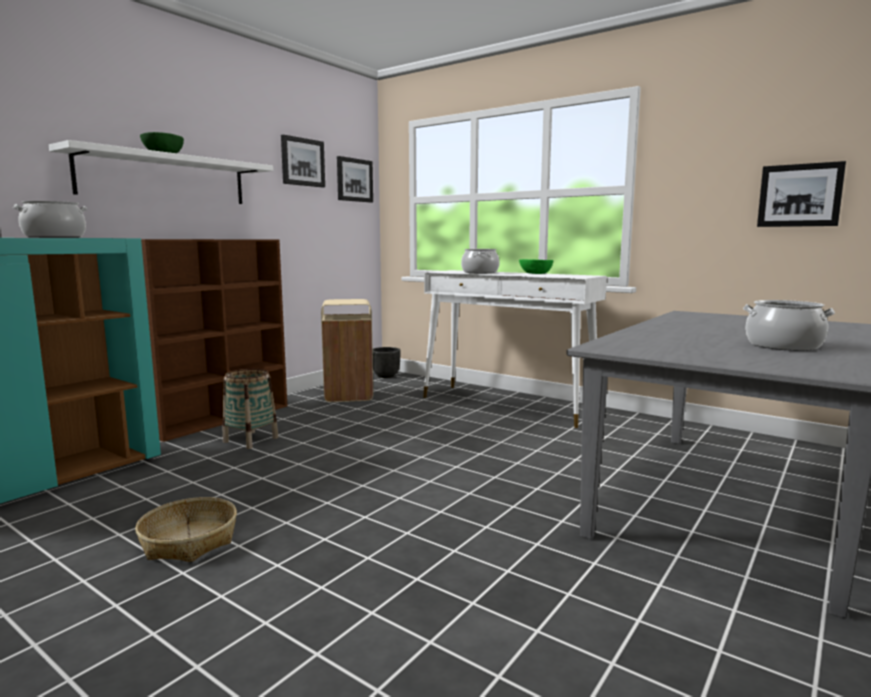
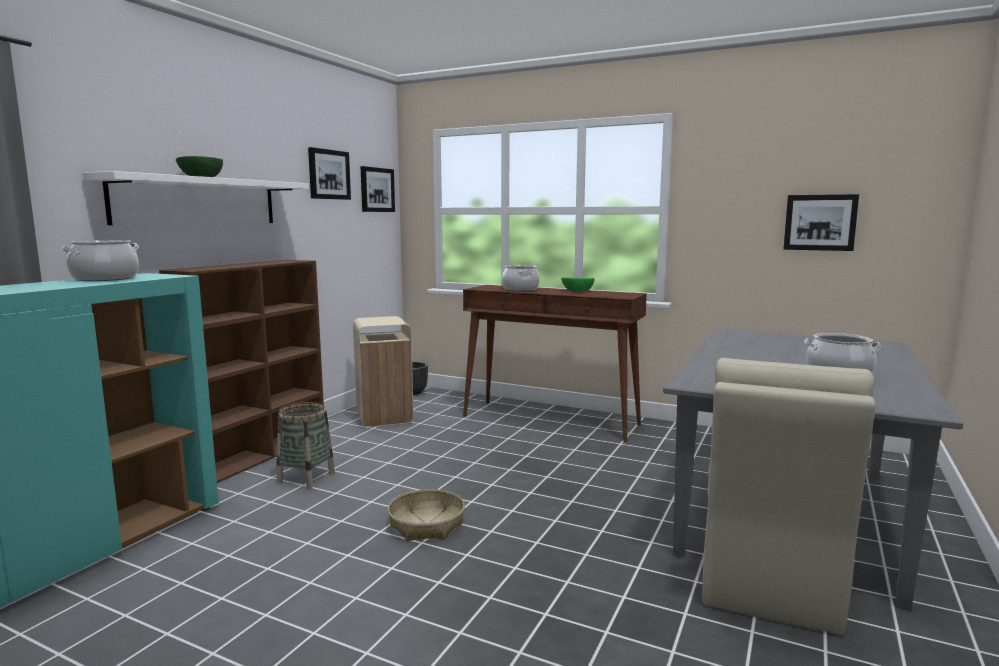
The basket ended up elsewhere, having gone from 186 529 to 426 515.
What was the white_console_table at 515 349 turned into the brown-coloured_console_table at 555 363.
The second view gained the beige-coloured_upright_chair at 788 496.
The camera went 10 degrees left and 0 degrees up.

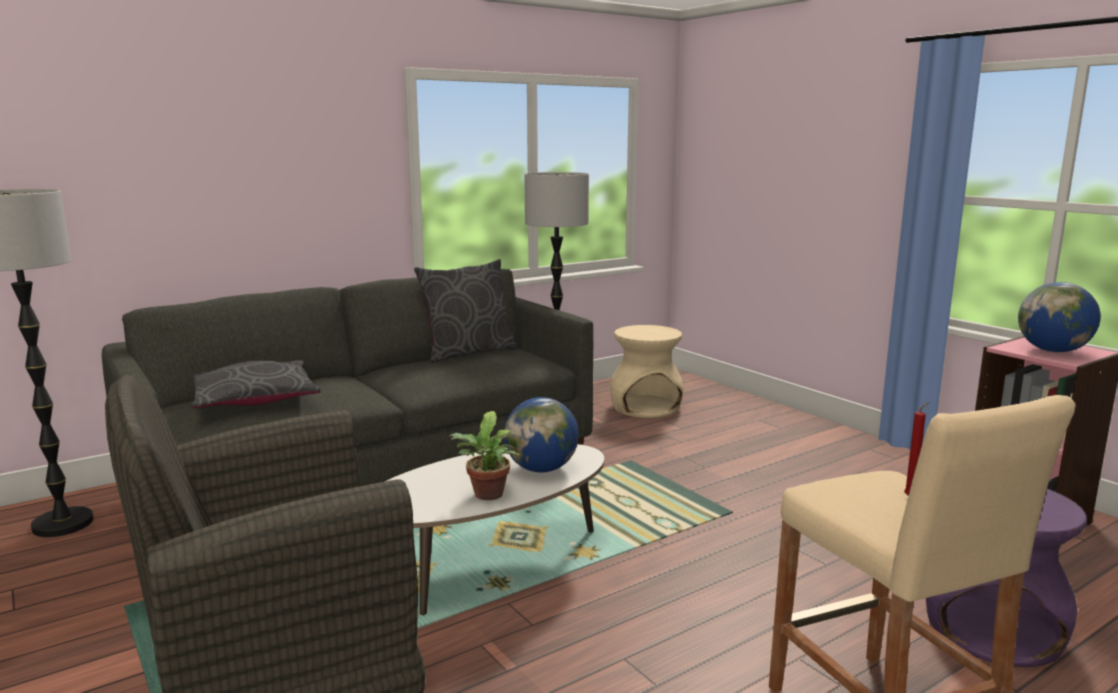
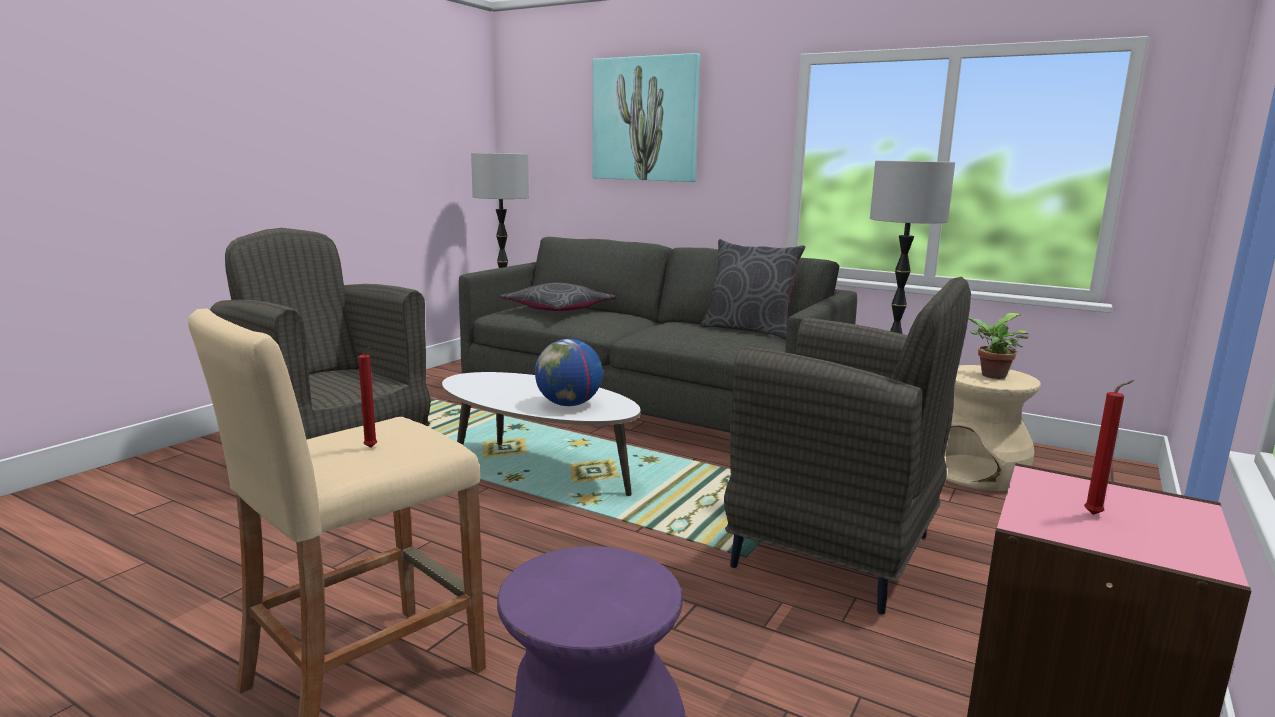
The second view gained the wall_picture at 646 117.
The second view gained the grey_lounge_chair at 847 446.
The plant_in_a_pot ended up elsewhere, having gone from 485 455 to 998 346.
Where the desk_globe stood at 1059 317, the red-coloured_wax_light came to stand at 1109 447.
The camera went 65 degrees right and 0 degrees up.

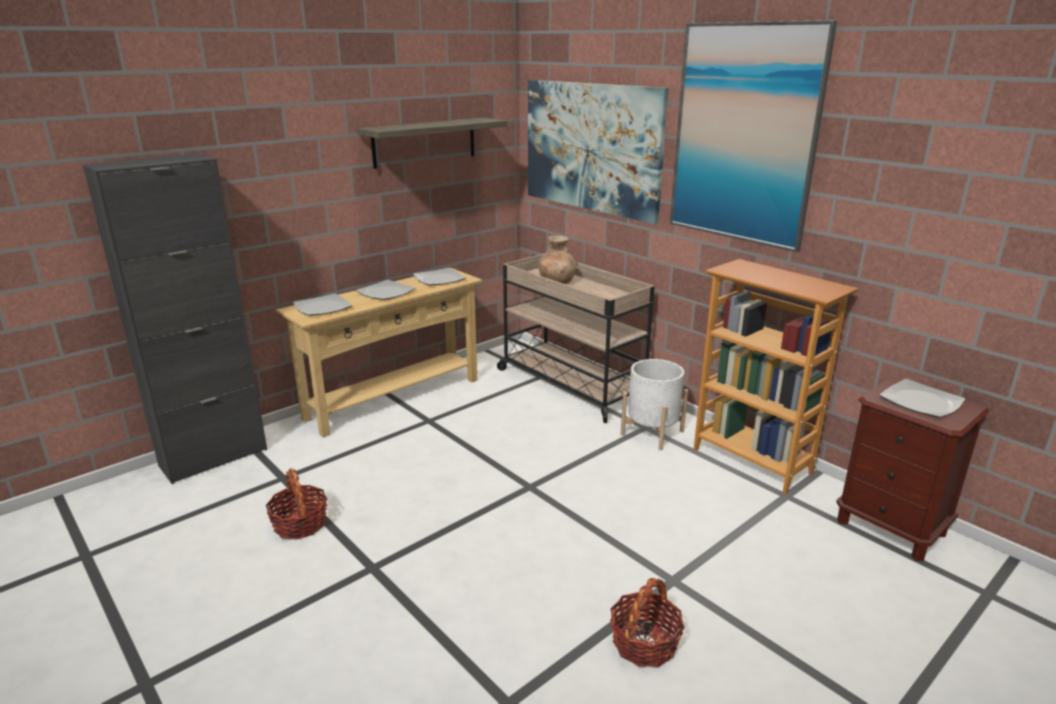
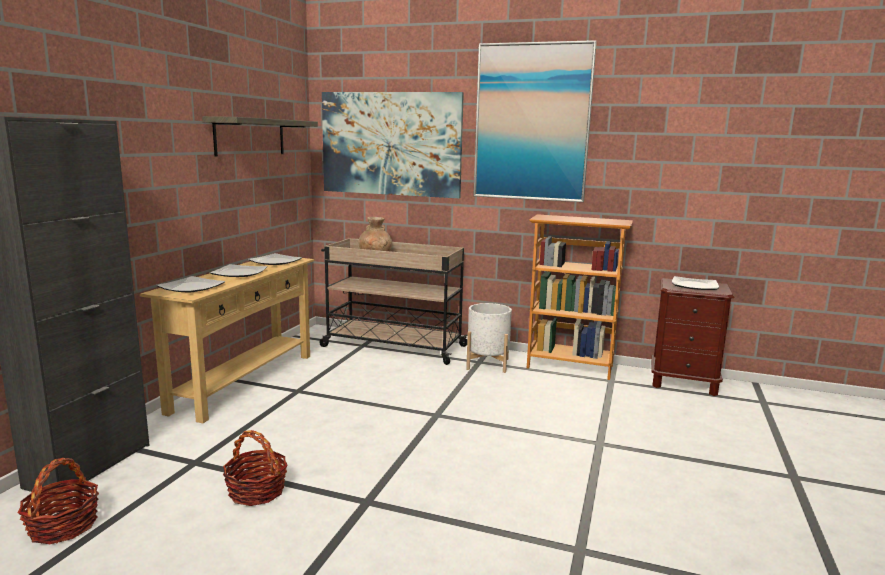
The basket ended up elsewhere, having gone from 647 622 to 58 501.
The camera went 30 degrees left and 10 degrees down.

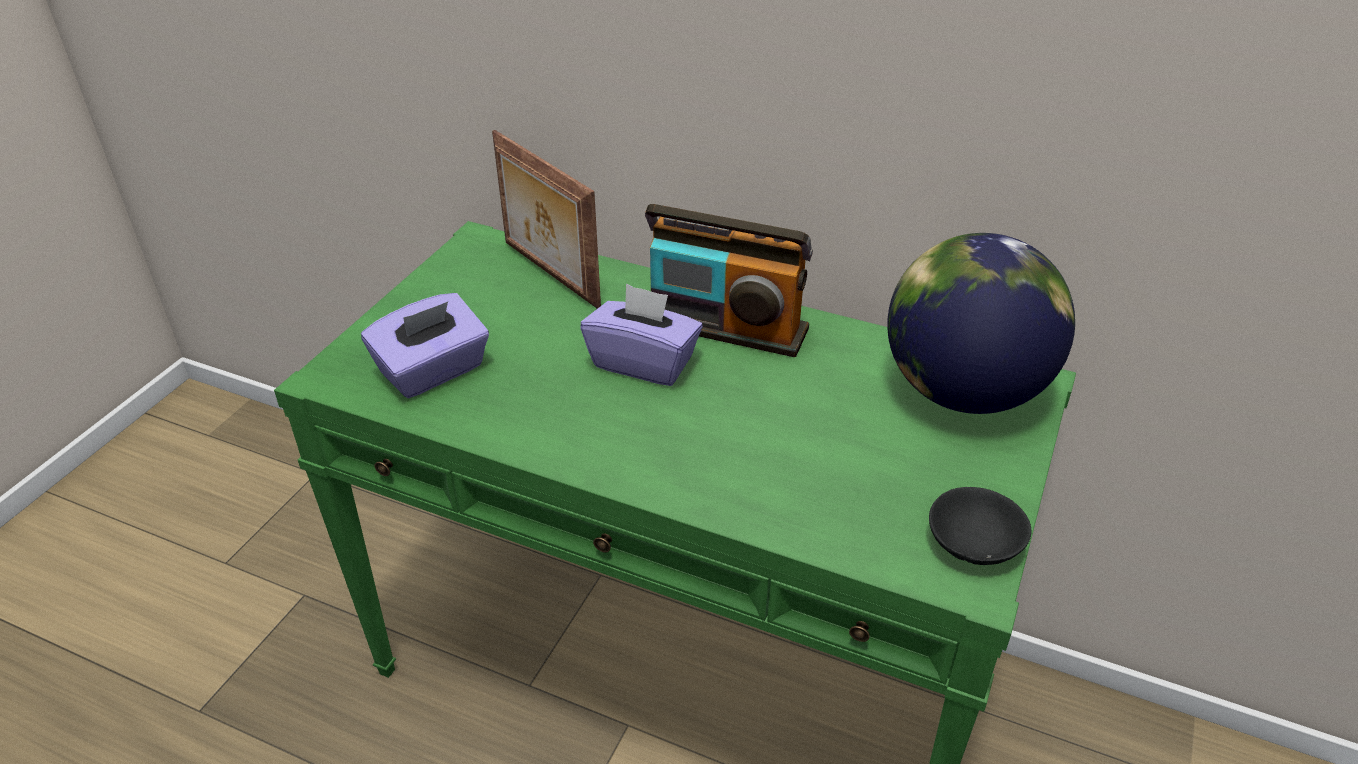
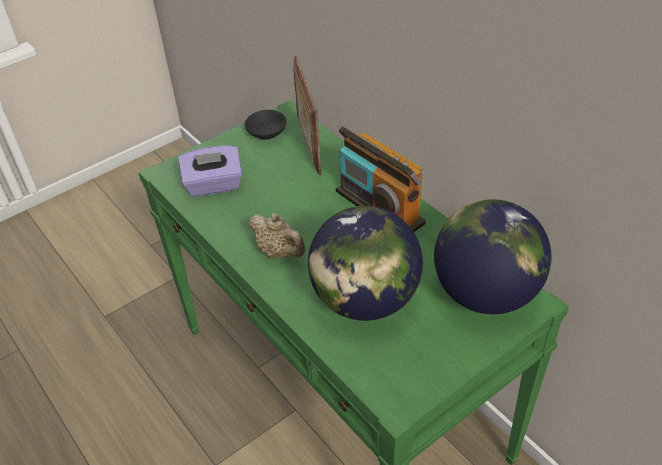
The black_deep_dish ended up elsewhere, having gone from 980 526 to 265 125.
The second view gained the beige-coloured_pot_for_tea at 276 235.
The second view gained the desk_globe at 365 263.
The second view lost the purplish_tissue_box at 642 335.
The camera went 30 degrees right and 5 degrees up.

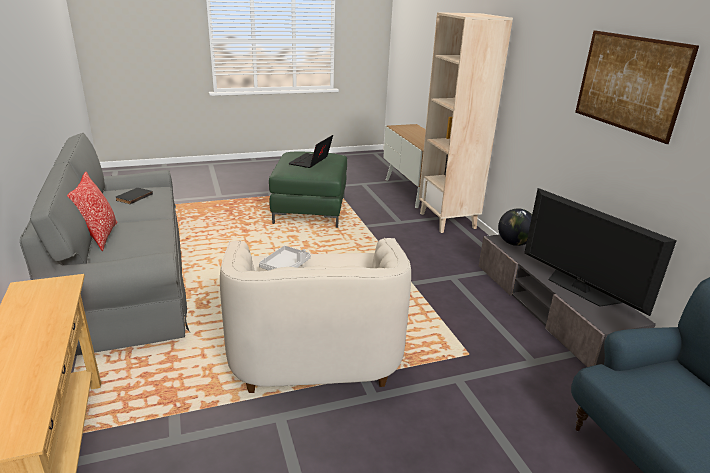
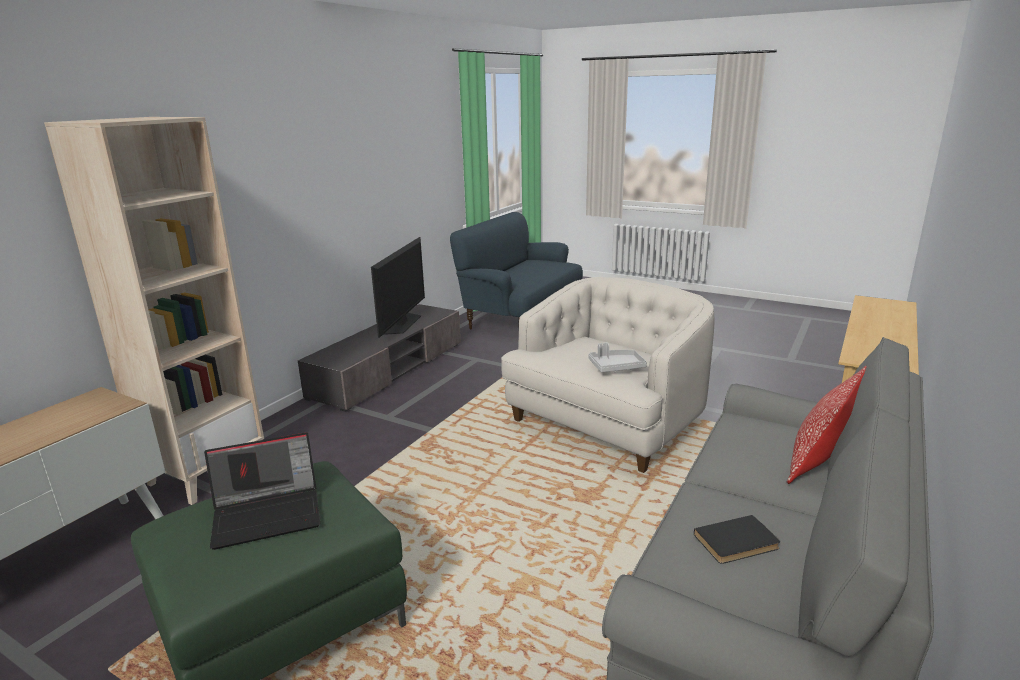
The second view lost the desk_globe at 515 227.
The second view lost the wall_picture at 637 87.
The camera went 130 degrees left and 5 degrees down.

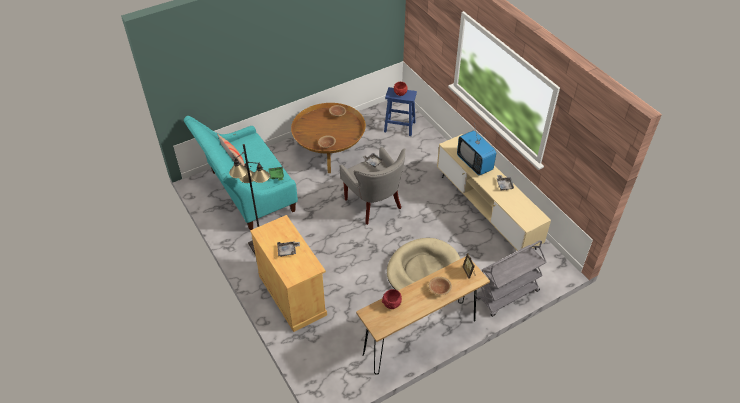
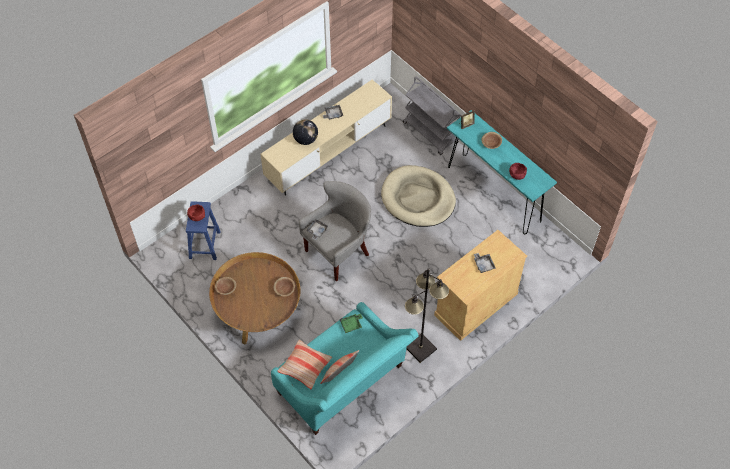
The second view gained the throw_pillow at 304 364.
Where the TV_set stood at 476 149, the desk_globe came to stand at 305 132.
What was the brown-coloured_console_table at 423 316 turned into the blue-green_console_table at 502 172.
The camera went 100 degrees left and 10 degrees up.

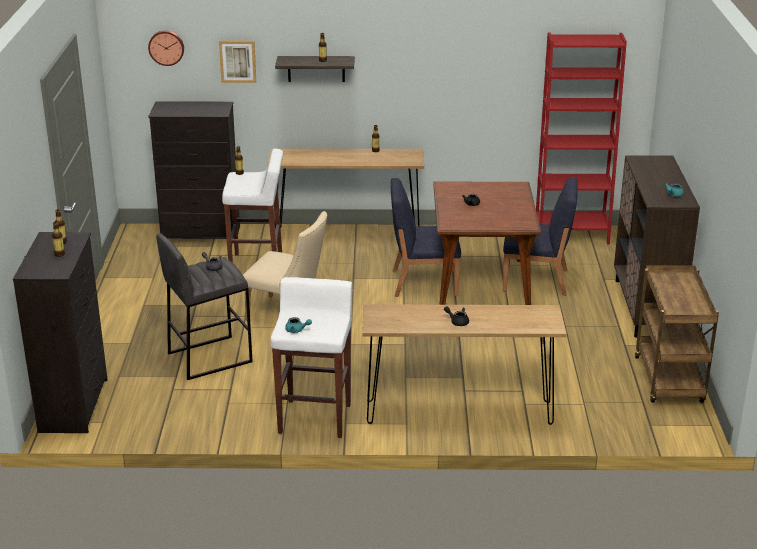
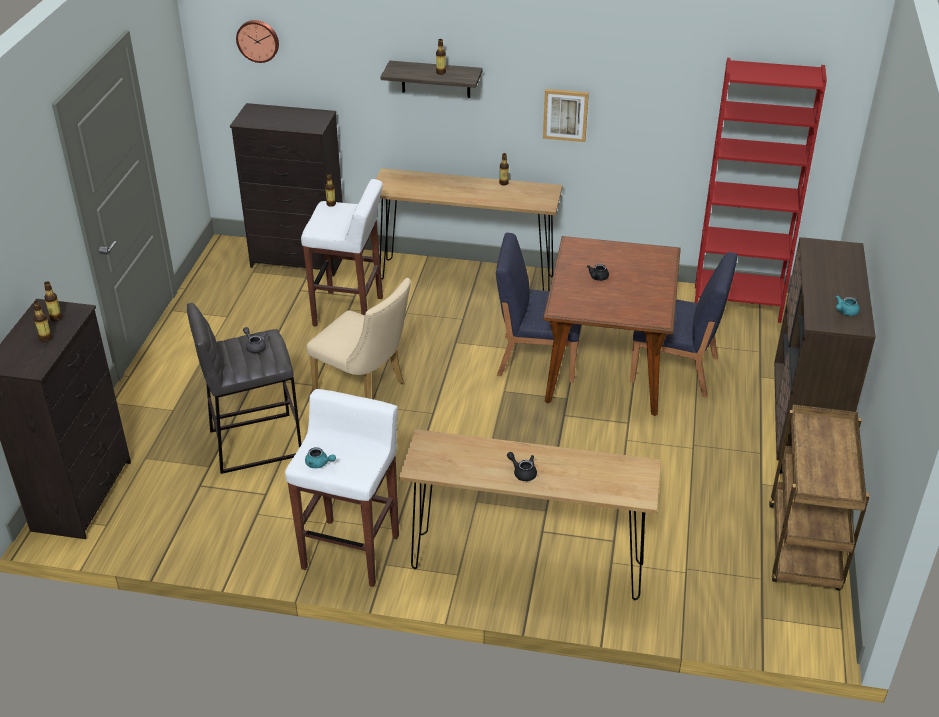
The wall_picture ended up elsewhere, having gone from 237 62 to 566 115.
The camera went 10 degrees right and 10 degrees up.

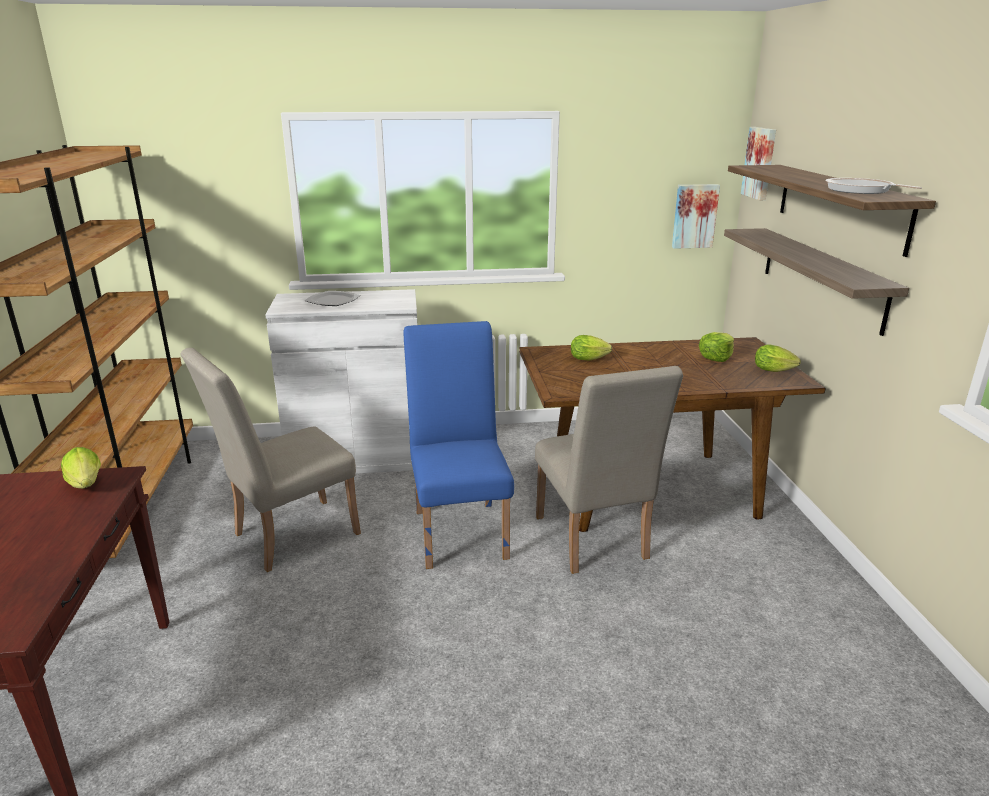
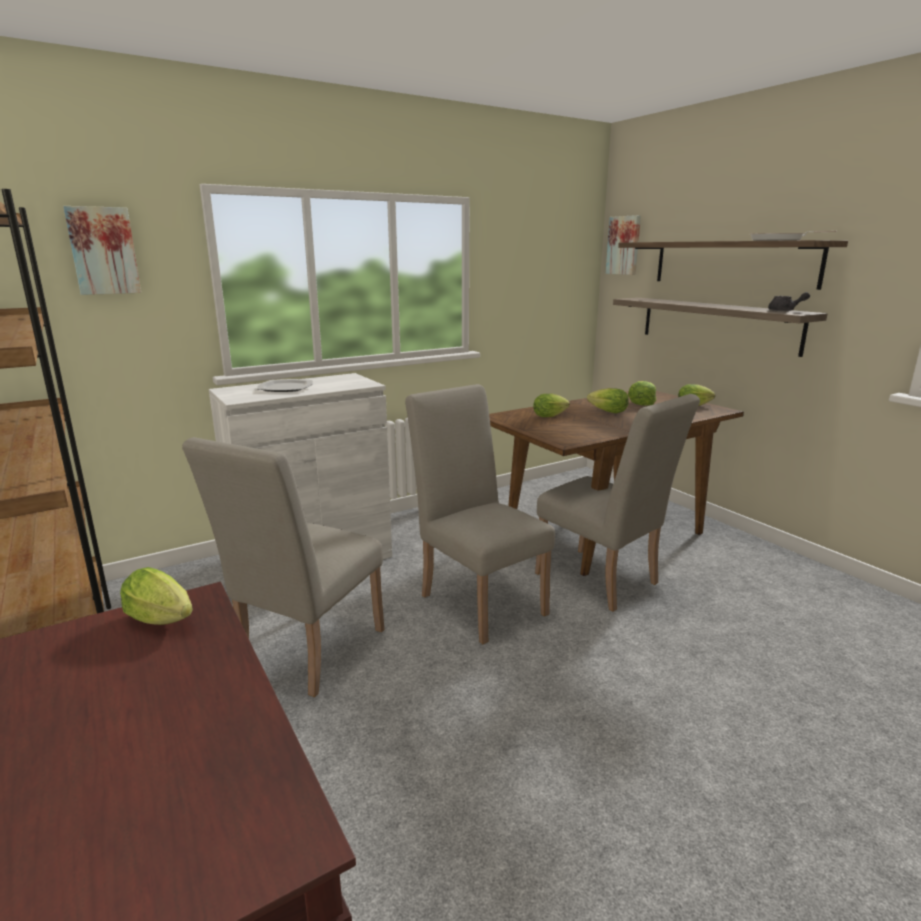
The wall_picture ended up elsewhere, having gone from 696 216 to 102 250.
What was the blue_upright_chair at 458 445 turned into the beige-coloured_upright_chair at 480 514.
The second view gained the lettuce_head at 608 401.
The second view gained the grey_pot_for_tea at 789 302.
The camera went 25 degrees left and 5 degrees down.

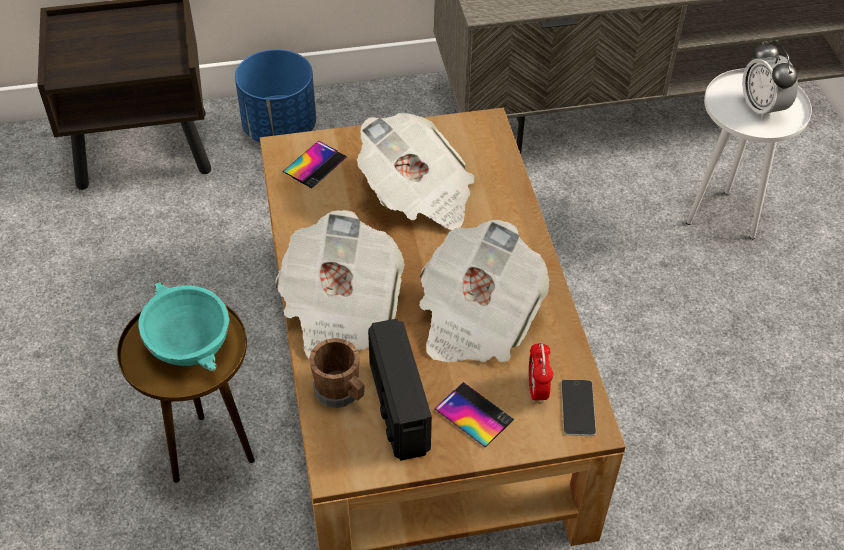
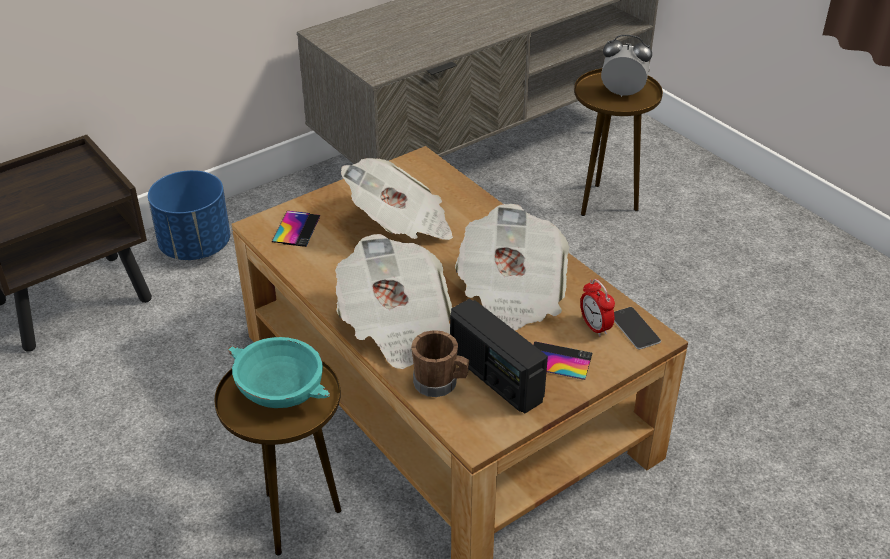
What was the white_side_table at 749 153 turned into the brown-coloured_side_table at 618 142.
The bedside_clock at 770 81 ended up facing another way, 150 degrees clockwise from before.
The camera went 25 degrees left and 10 degrees down.

